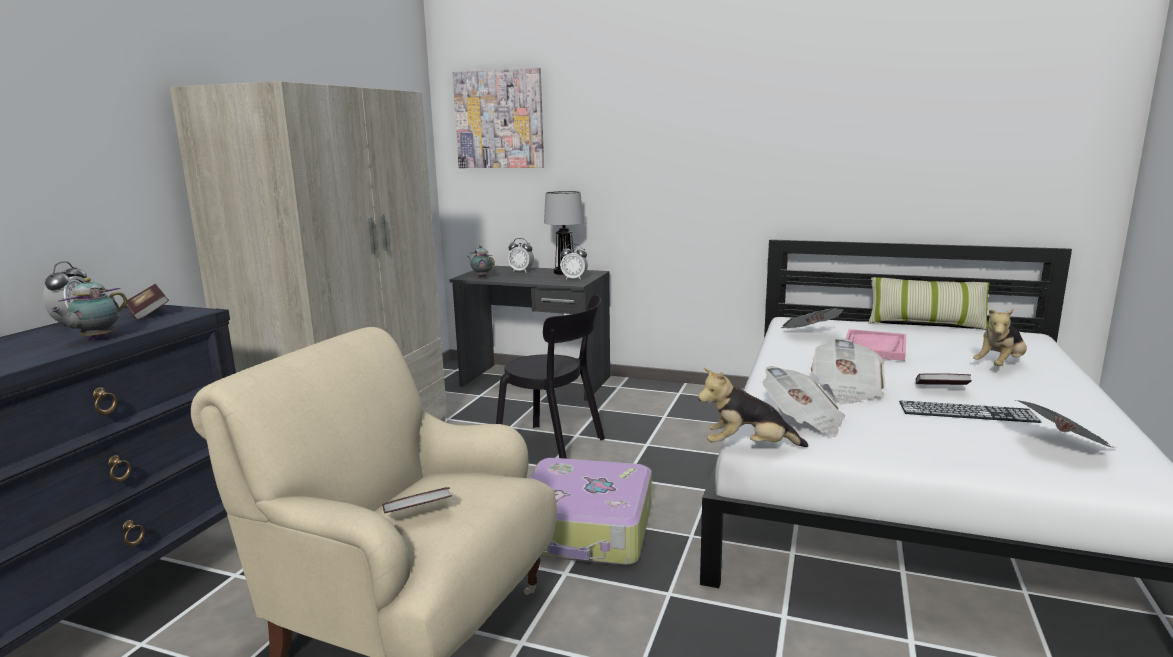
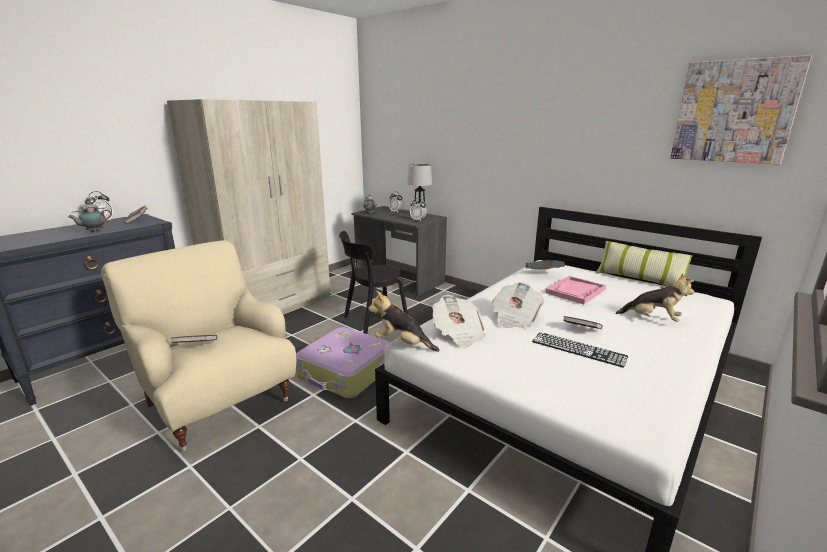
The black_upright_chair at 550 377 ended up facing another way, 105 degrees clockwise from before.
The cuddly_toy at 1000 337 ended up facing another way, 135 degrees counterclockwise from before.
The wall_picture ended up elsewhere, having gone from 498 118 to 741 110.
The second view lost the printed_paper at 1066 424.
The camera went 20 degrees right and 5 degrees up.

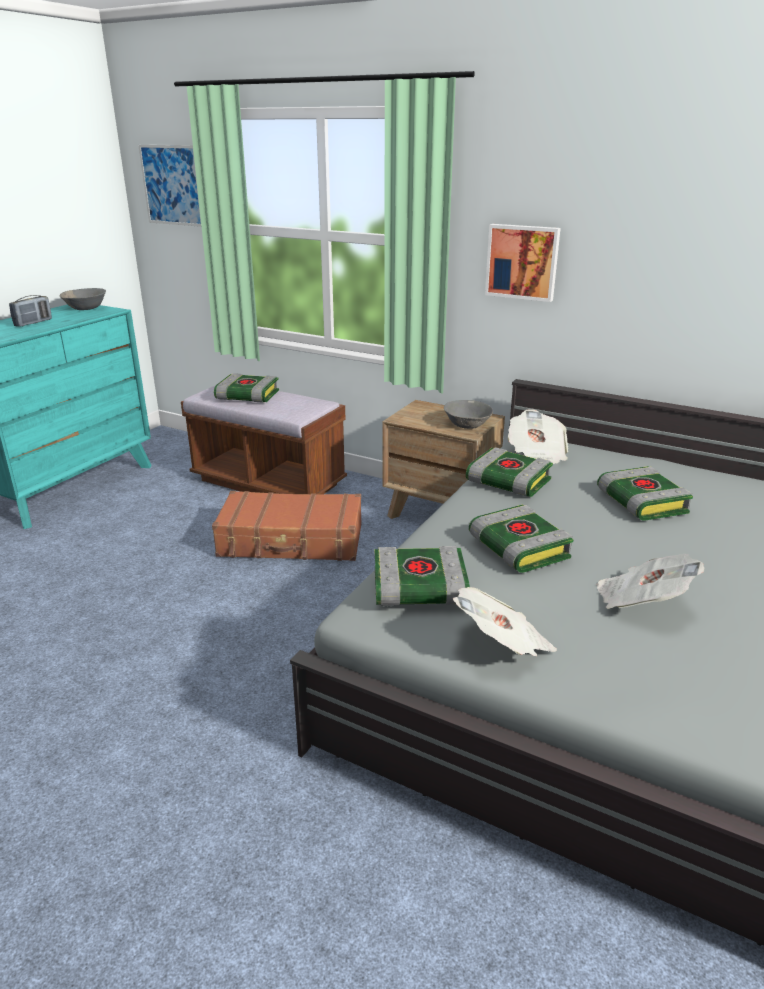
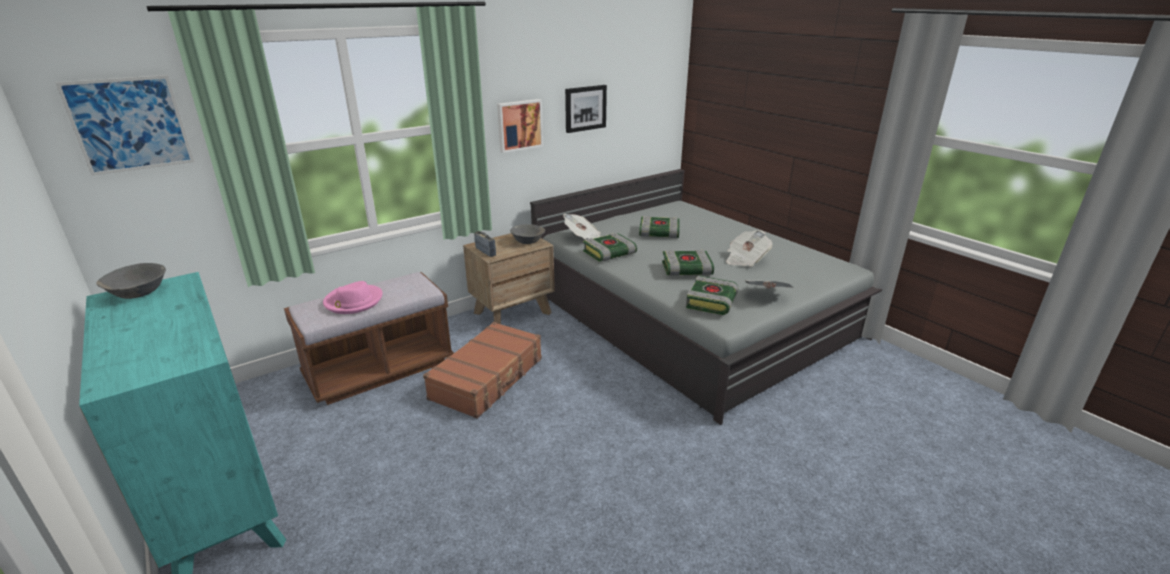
Where the book stood at 246 388, the pink-coloured_hat came to stand at 353 297.
The radio_receiver ended up elsewhere, having gone from 30 311 to 485 244.
The second view gained the wall_picture at 586 109.
The camera went 65 degrees left and 0 degrees up.

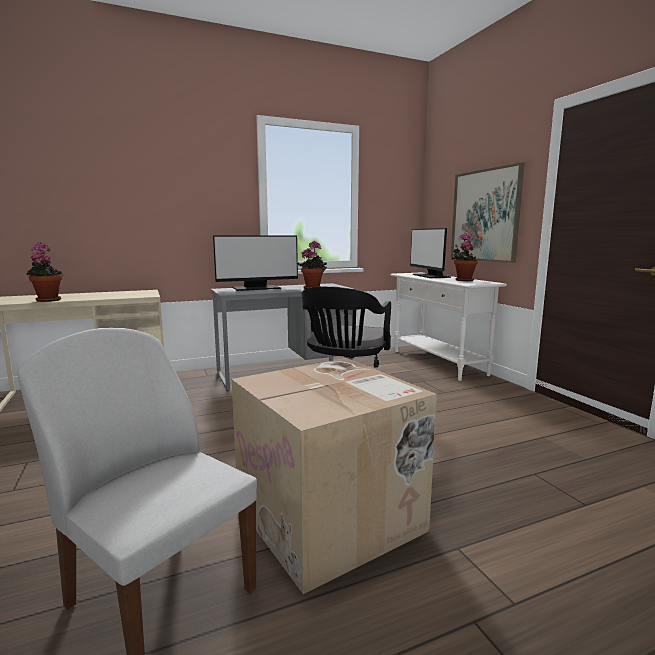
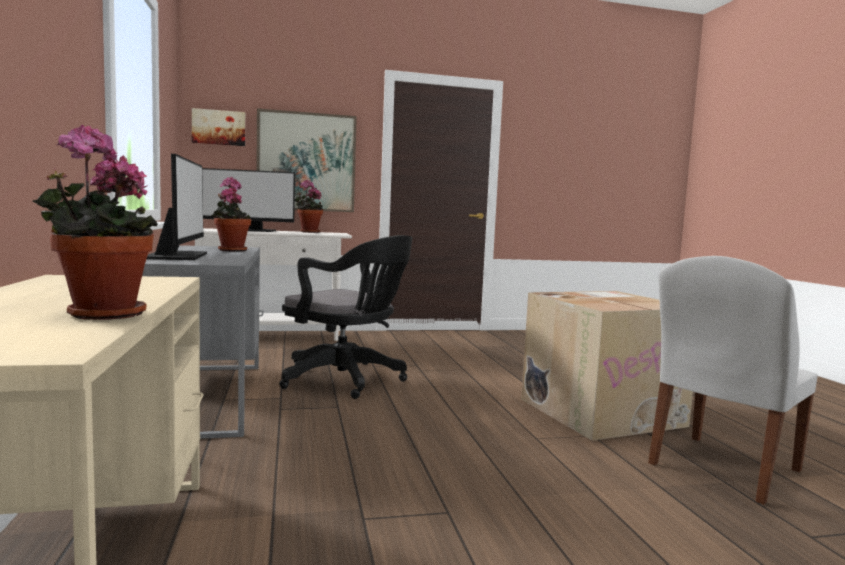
The second view gained the wall_picture at 218 127.
The camera went 80 degrees left and 5 degrees down.

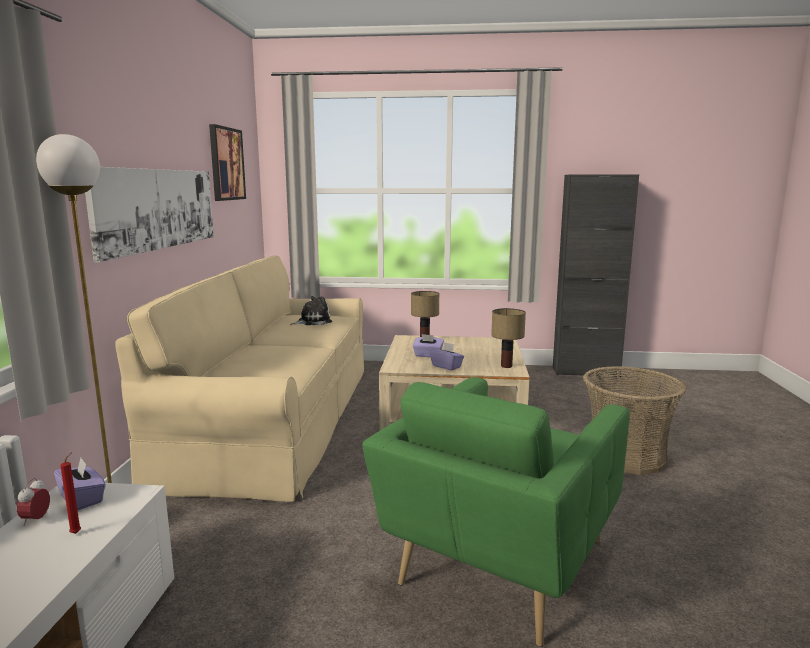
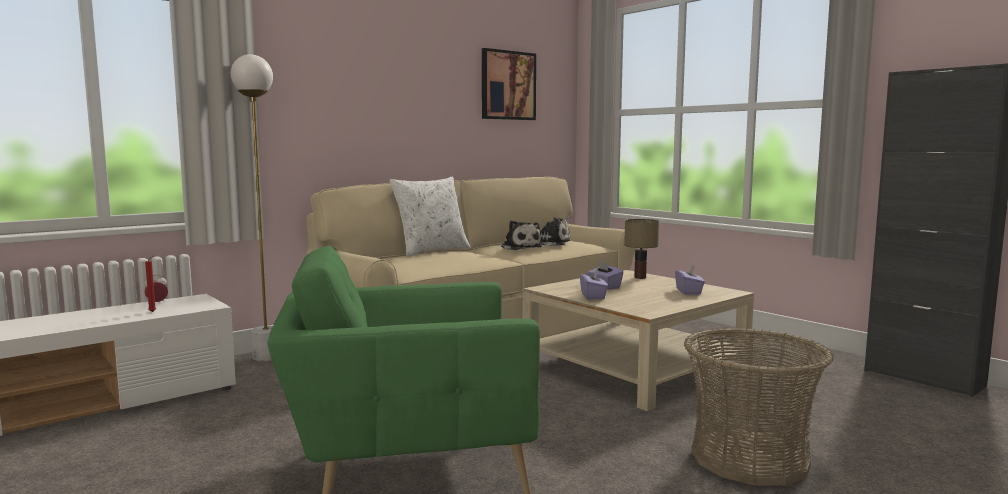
The second view gained the white_throw_pillow at 430 216.
The second view gained the cuddly_toy at 521 235.
The purplish_tissue_box ended up elsewhere, having gone from 80 484 to 690 279.
The second view lost the wall_picture at 149 214.
The second view lost the tabletop_lamp at 508 338.
The camera went 45 degrees right and 5 degrees down.

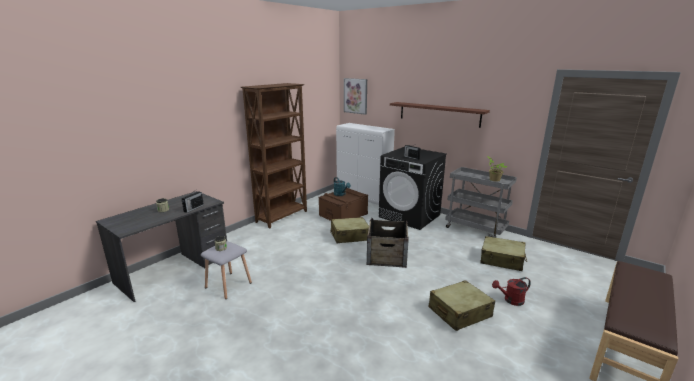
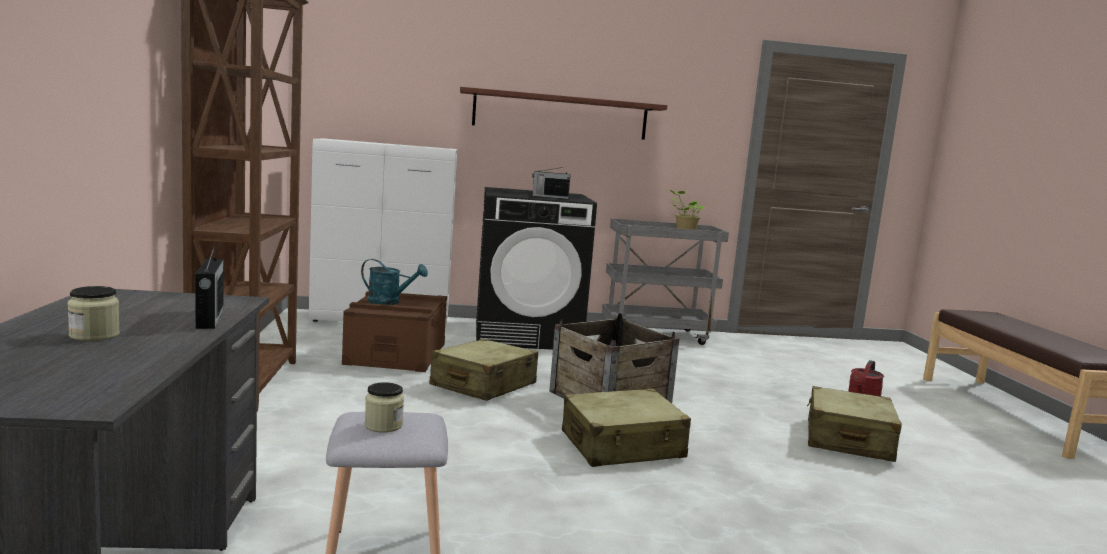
The beige-coloured_suitcase ended up elsewhere, having gone from 503 253 to 626 427.
The second view lost the wall_picture at 355 96.
The camera went 45 degrees left and 10 degrees down.

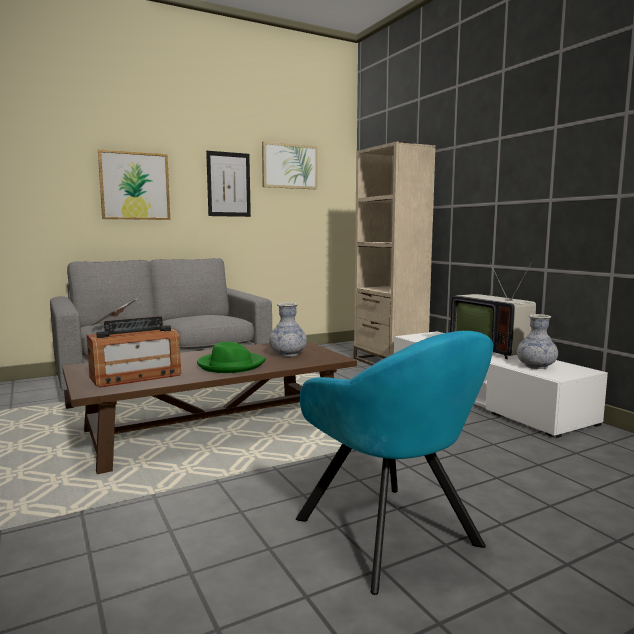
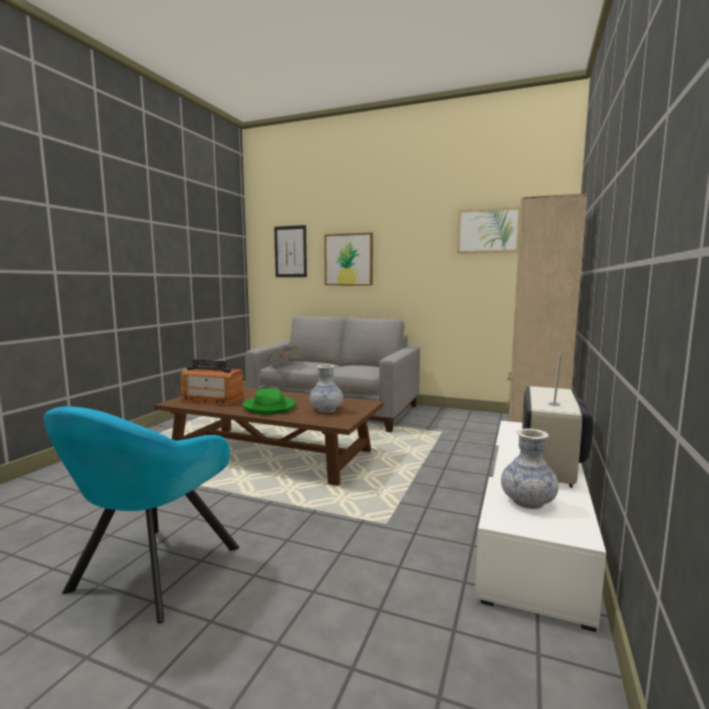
The wall_picture ended up elsewhere, having gone from 228 184 to 290 251.
The camera went 50 degrees right and 0 degrees up.

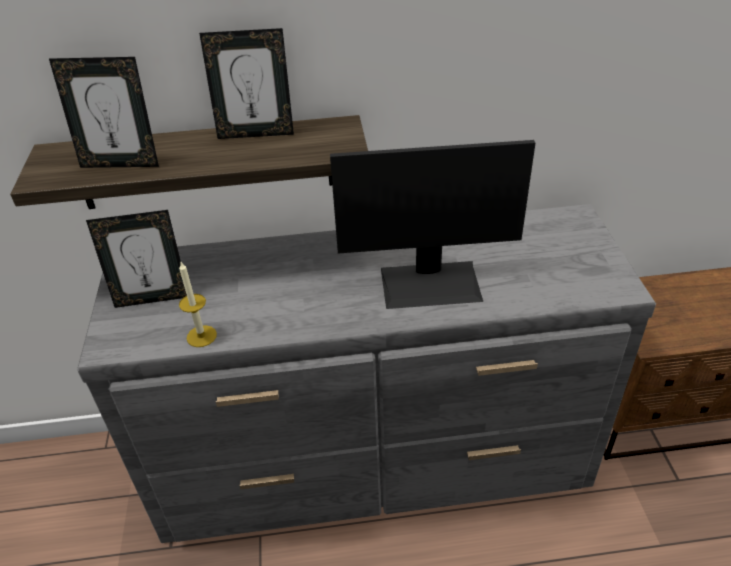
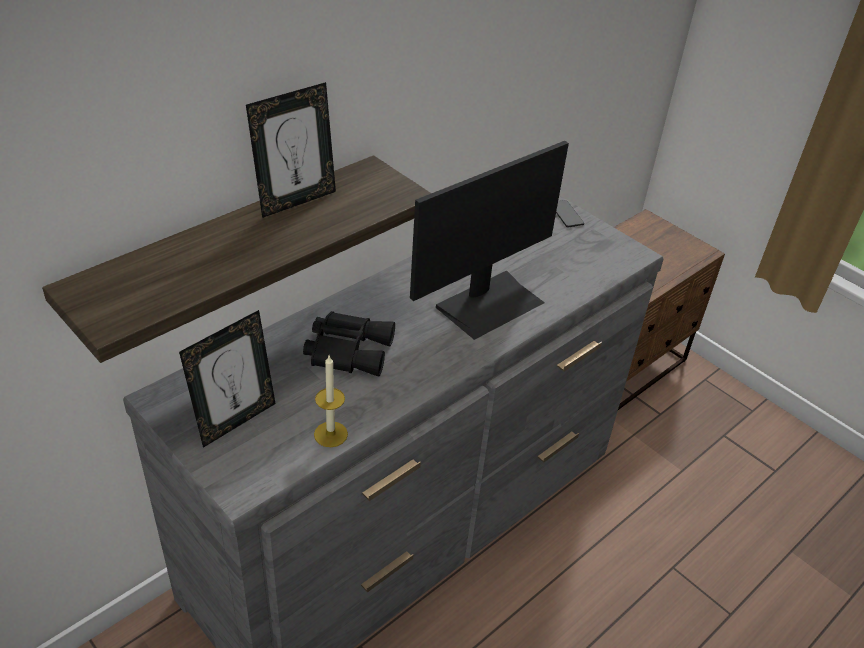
The second view gained the black_binoculars at 349 343.
The second view gained the telephone at 570 214.
The second view lost the standing_frame at 104 112.
The camera went 40 degrees left and 0 degrees up.

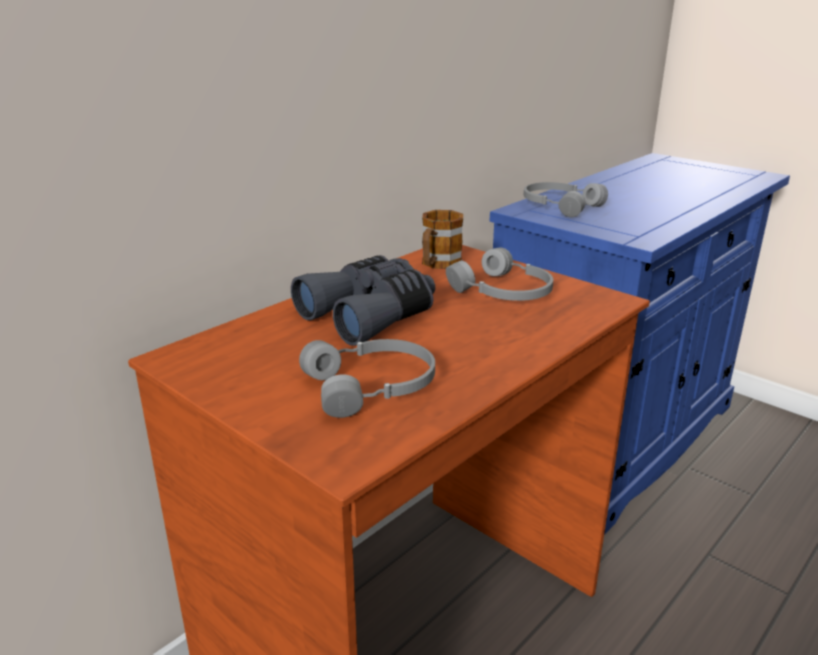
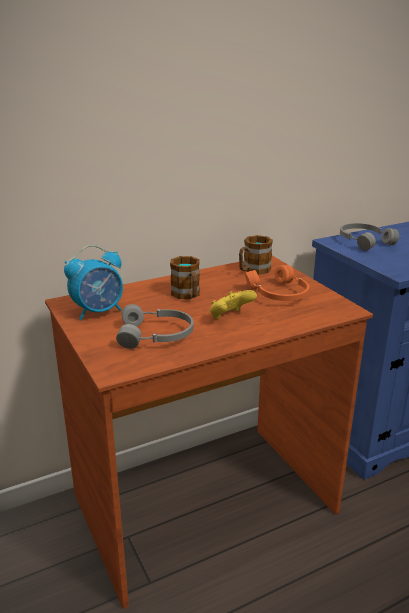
The second view gained the bedside_clock at 93 282.
Where the grey_binoculars stood at 363 300, the coffee_mug came to stand at 185 277.
The second view gained the yellowish_joypad at 233 304.
What was the grey_headset at 499 274 turned into the orange_headset at 277 283.
The camera went 20 degrees right and 0 degrees up.

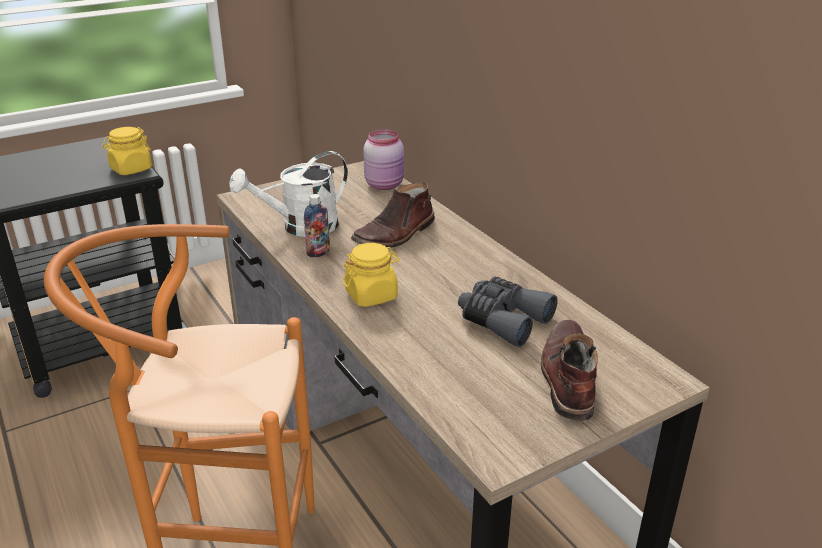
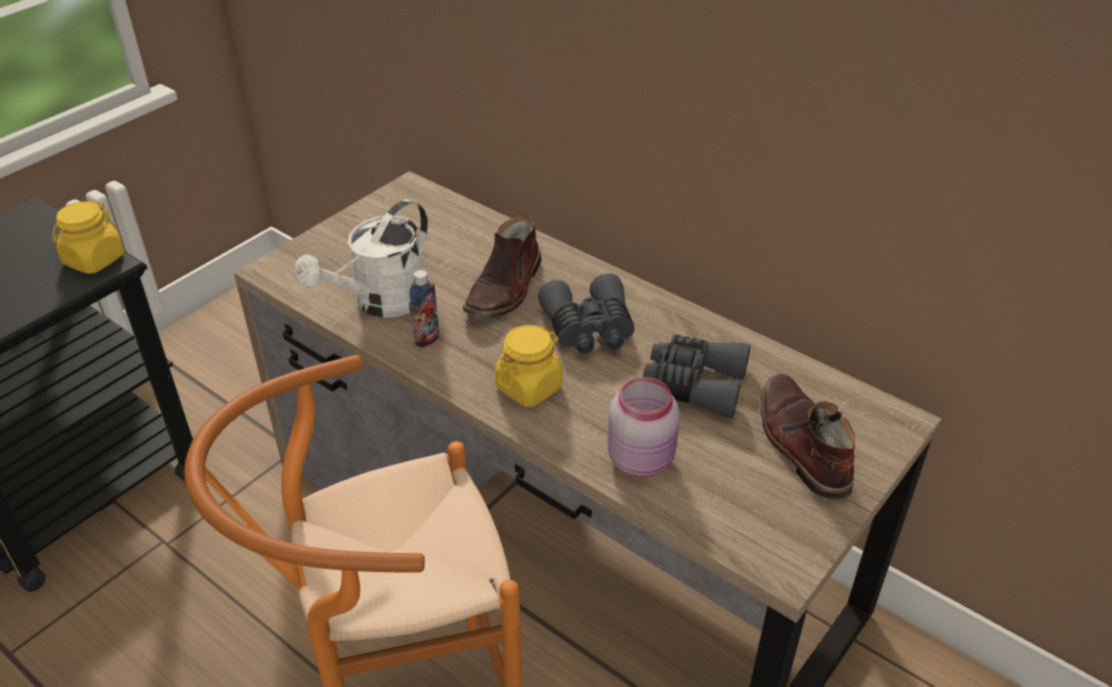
The second view gained the grey_binoculars at 586 313.
The pink-coloured_preserve_jar ended up elsewhere, having gone from 383 160 to 643 427.
The camera went 20 degrees left and 10 degrees up.

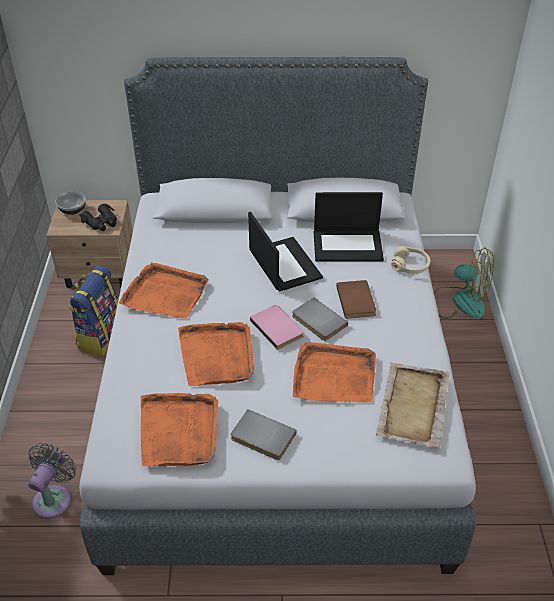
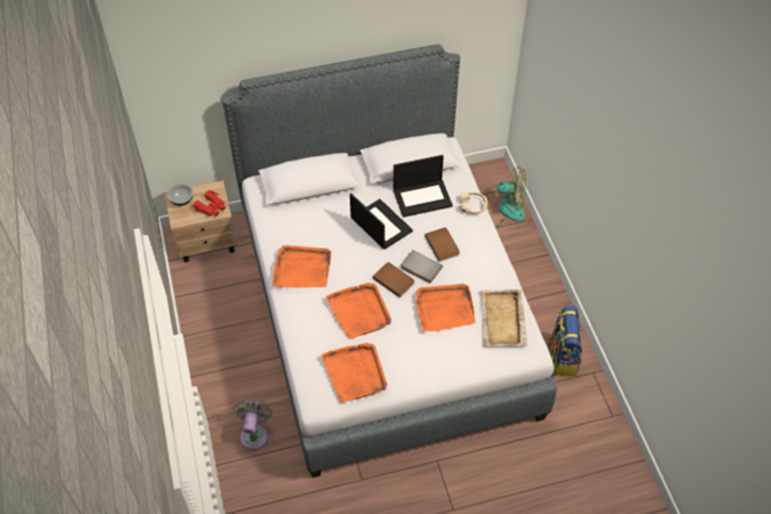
What was the black_binoculars at 98 217 turned into the red-coloured_binoculars at 209 203.
What was the pink-coloured_book at 277 327 turned into the brown-coloured_book at 393 279.
The rucksack ended up elsewhere, having gone from 93 311 to 564 341.
The second view lost the grey_book at 264 434.
The camera went 15 degrees left and 10 degrees up.

